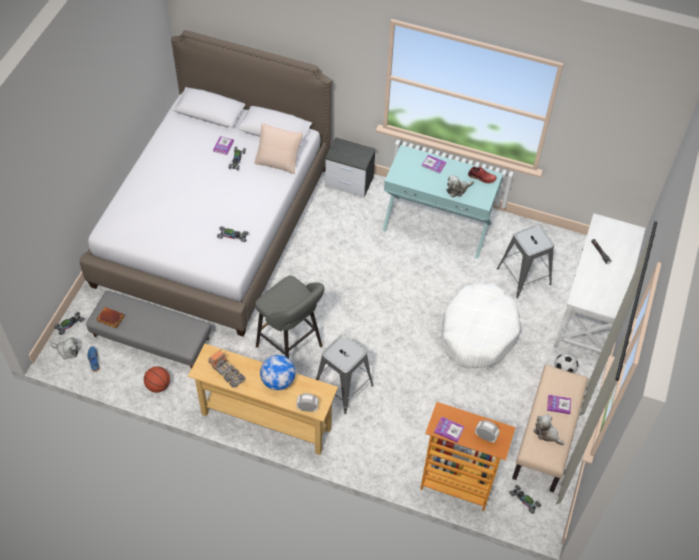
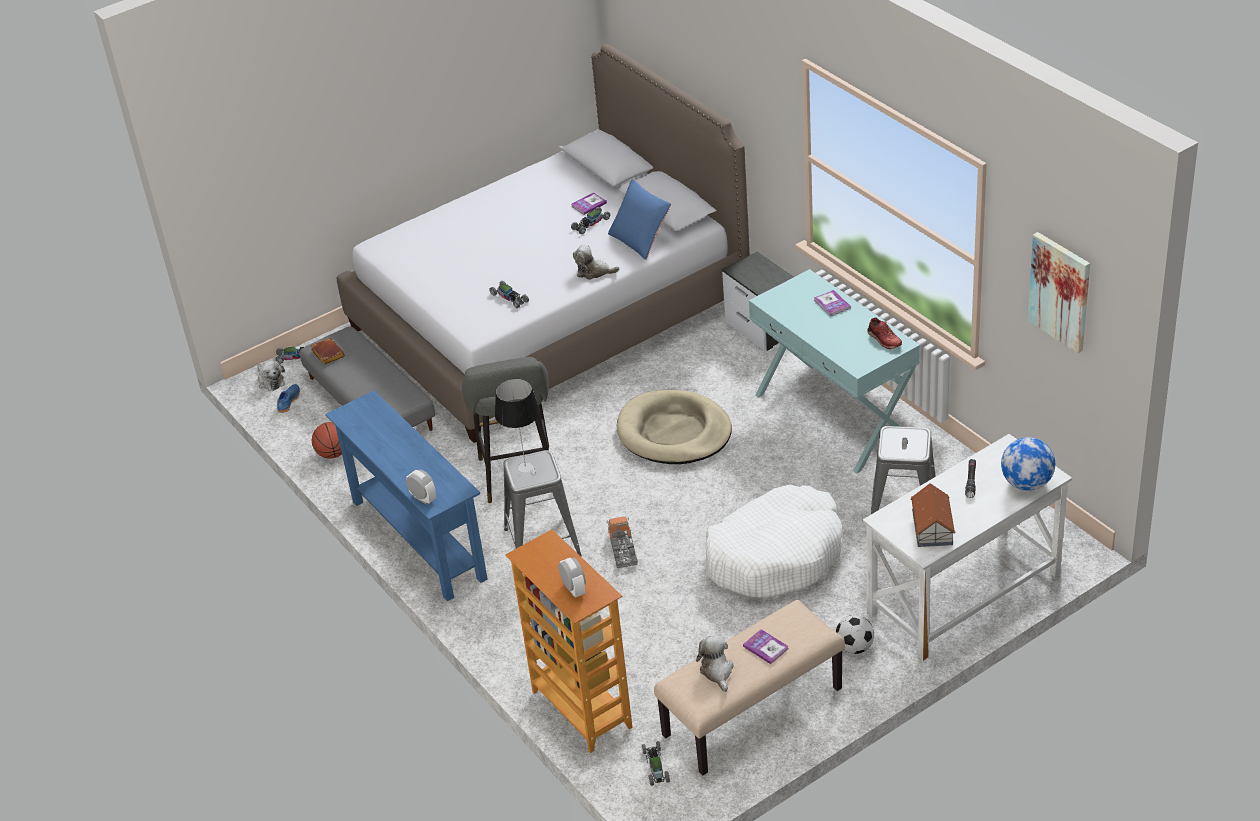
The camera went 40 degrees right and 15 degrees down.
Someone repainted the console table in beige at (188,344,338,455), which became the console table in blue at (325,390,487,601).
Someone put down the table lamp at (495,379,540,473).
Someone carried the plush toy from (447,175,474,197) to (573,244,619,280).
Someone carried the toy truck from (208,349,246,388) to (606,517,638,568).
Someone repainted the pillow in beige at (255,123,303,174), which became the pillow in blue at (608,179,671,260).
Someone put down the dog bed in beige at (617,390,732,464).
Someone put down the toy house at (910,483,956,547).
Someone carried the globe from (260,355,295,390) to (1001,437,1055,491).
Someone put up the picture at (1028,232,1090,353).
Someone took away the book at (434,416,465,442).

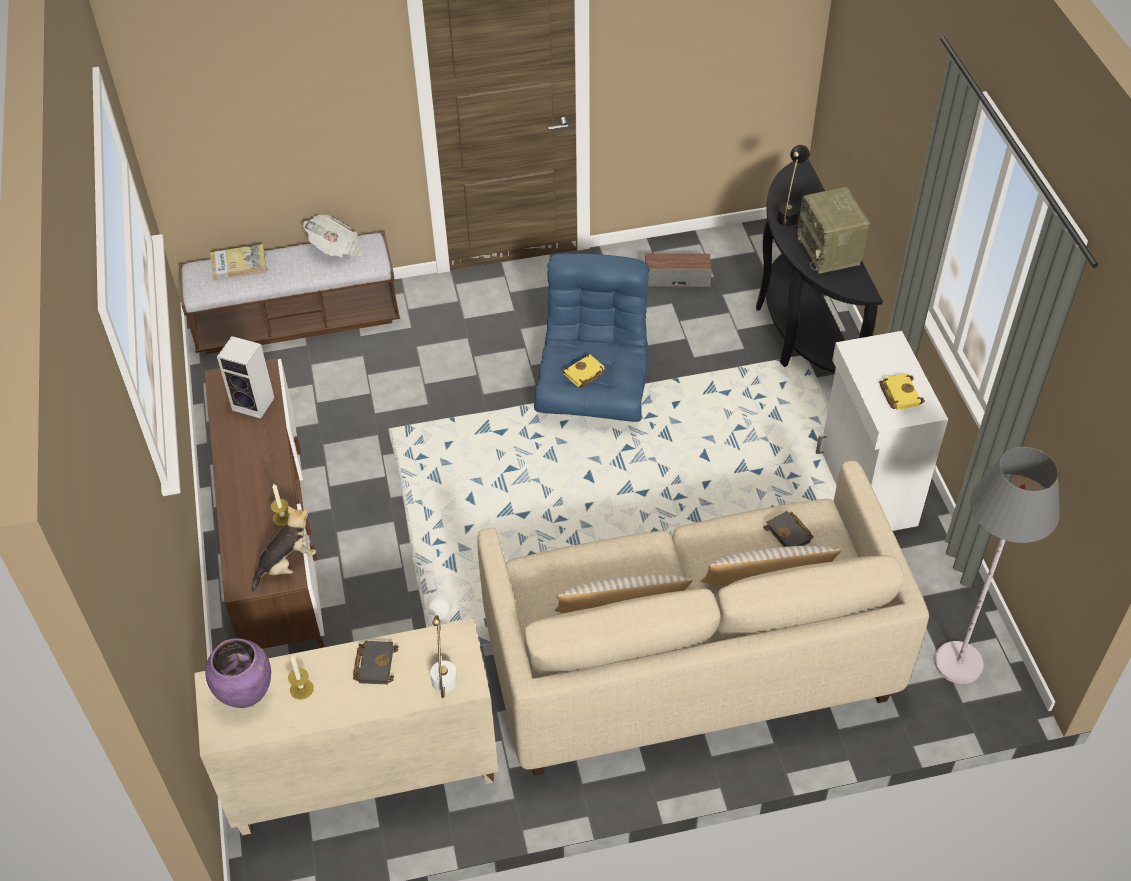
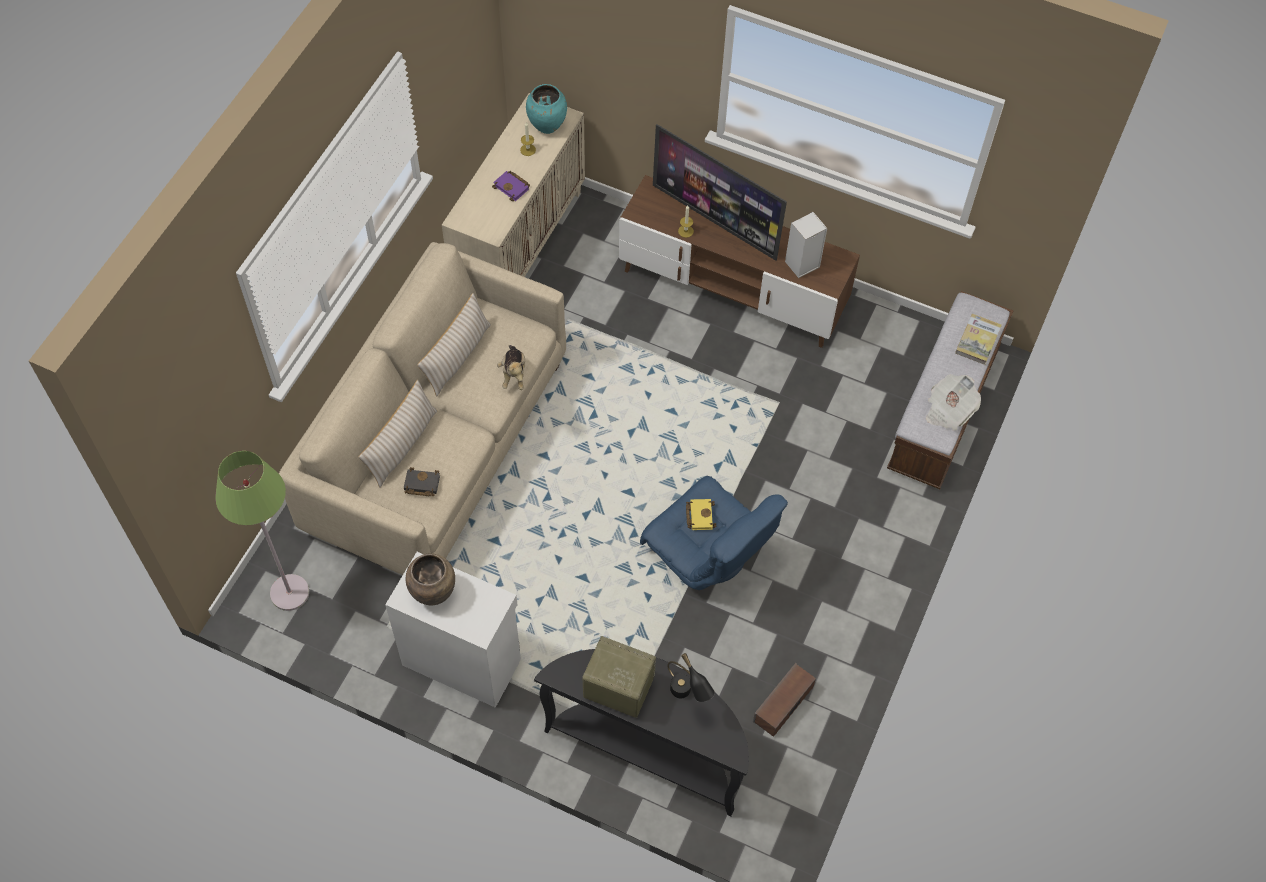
The camera went 125 degrees right and 10 degrees up.
Someone repainted the floor lamp in grey at (934,447,1060,684), which became the floor lamp in green at (215,451,309,611).
Someone swapped the book in yellow at (879,373,925,410) for the vase in brown at (406,553,455,605).
Someone repainted the book in black at (353,641,399,684), which became the book in purple at (492,171,530,201).
Someone carried the plush toy from (251,506,316,592) to (497,345,525,390).
Someone repainted the vase in purple at (205,638,271,708), which became the vase in turquoise at (526,84,567,134).
Someone put down the television at (653,124,787,261).
Someone took away the table lamp in white at (427,590,458,698).

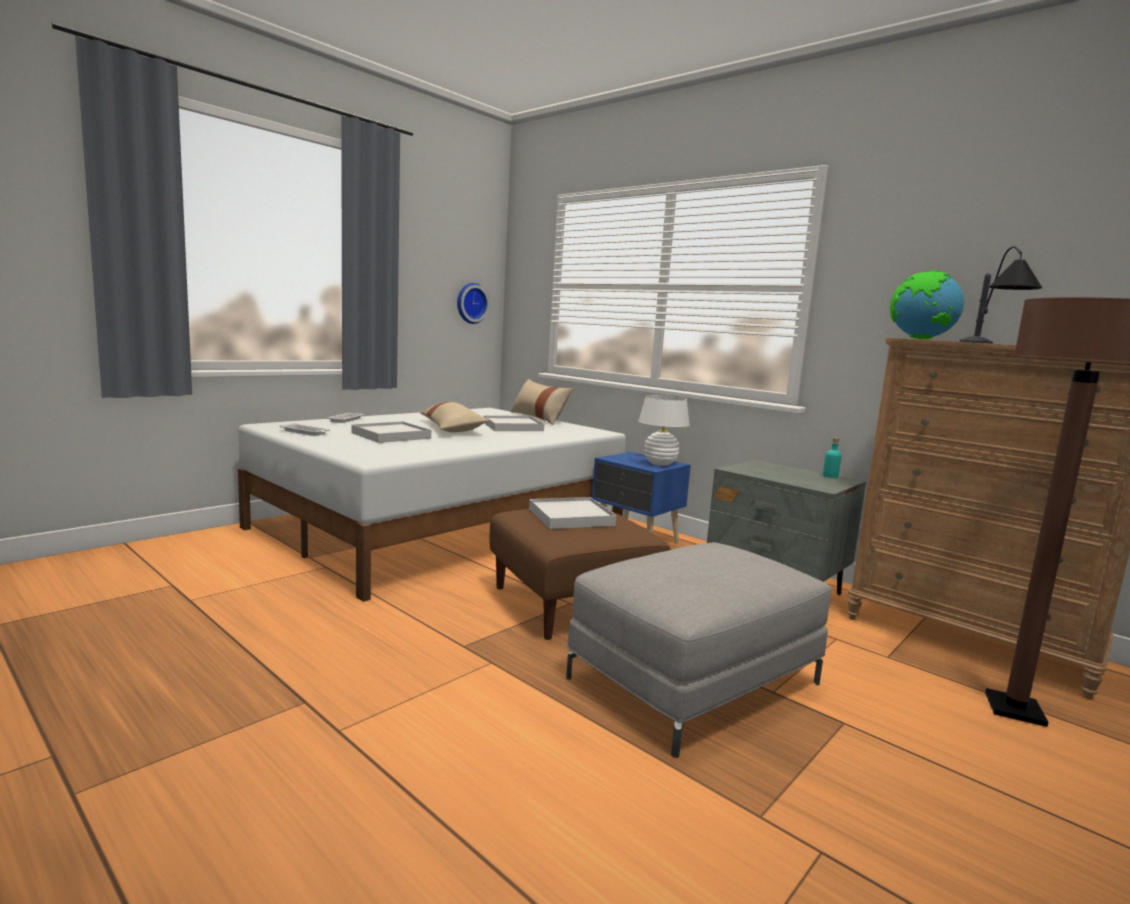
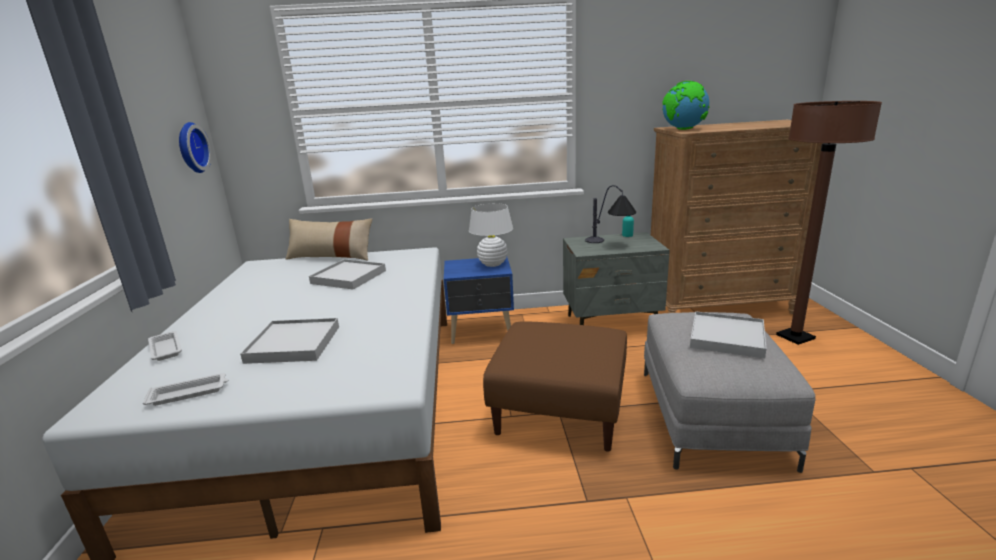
The camera went 45 degrees left and 10 degrees up.
Someone carried the table lamp from (959,246,1042,343) to (585,185,636,243).
Someone carried the tray in white from (529,497,616,529) to (690,311,767,358).
Someone took away the pillow in beige at (420,402,489,433).

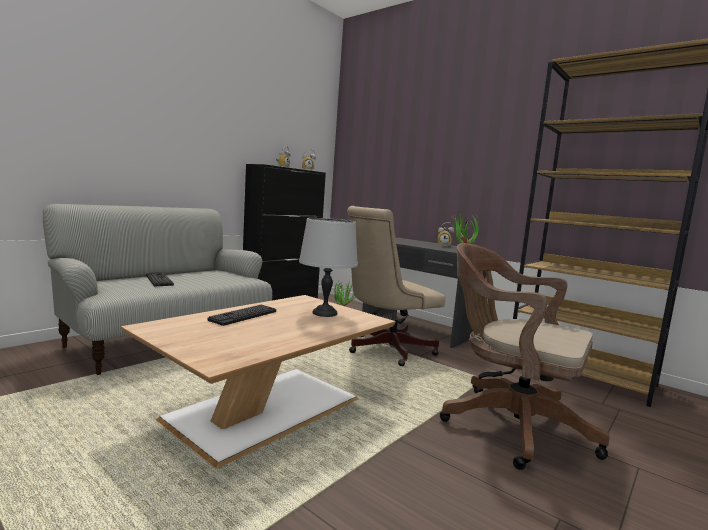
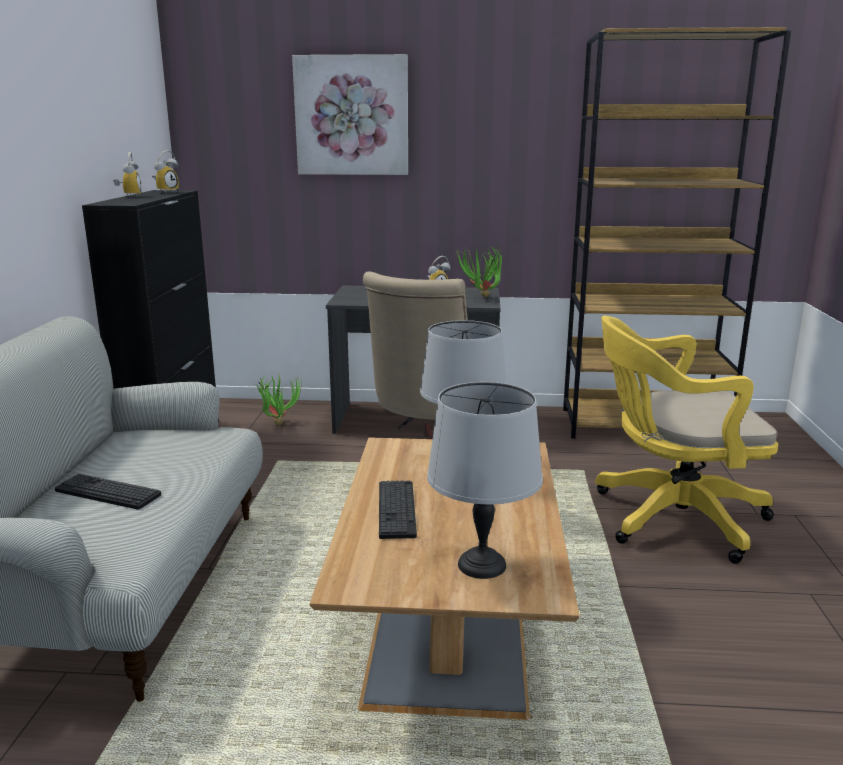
The camera went 35 degrees left and 10 degrees up.
Someone put up the picture at (292,54,408,175).
Someone put down the table lamp in grey at (427,382,543,579).
Someone repainted the office chair in brown at (440,243,609,470), which became the office chair in yellow at (595,316,778,564).

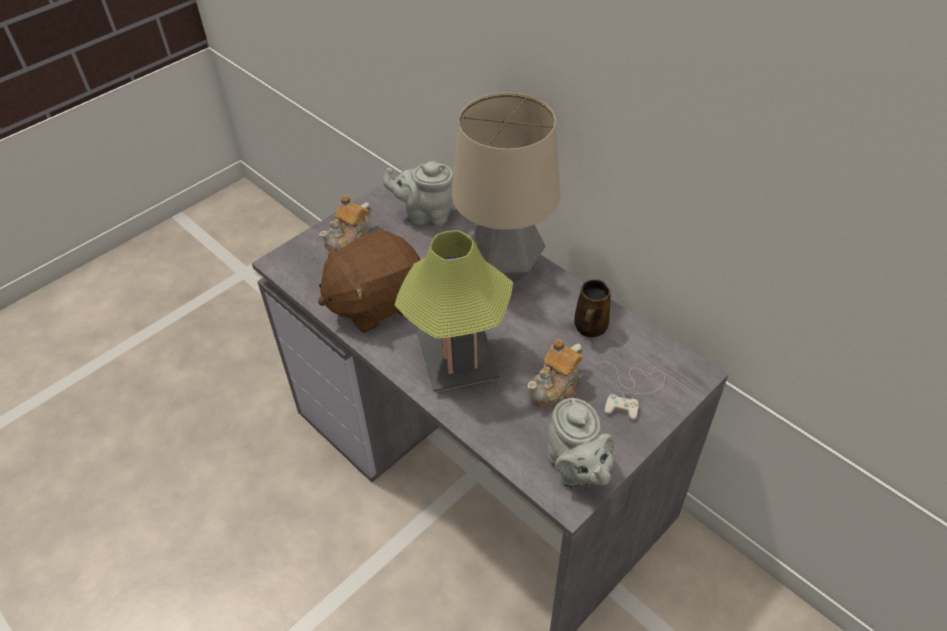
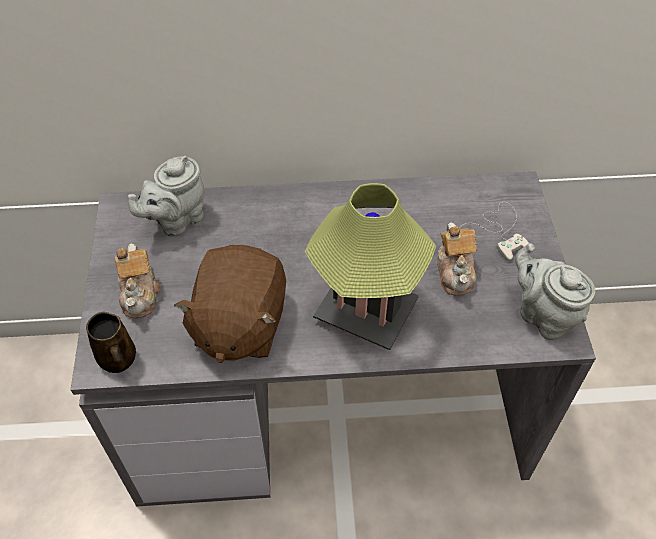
The camera went 50 degrees left and 5 degrees up.
Someone carried the mug in brown from (574,280,611,337) to (86,312,136,373).
Someone rotated the teapot in grey at (548,398,614,488) by 150 degrees counterclockwise.
Someone took away the table lamp at (452,93,560,282).

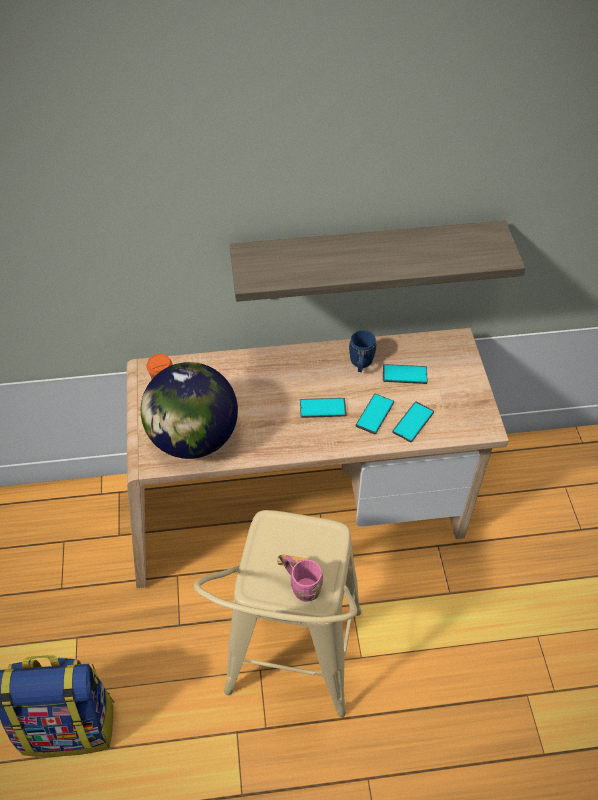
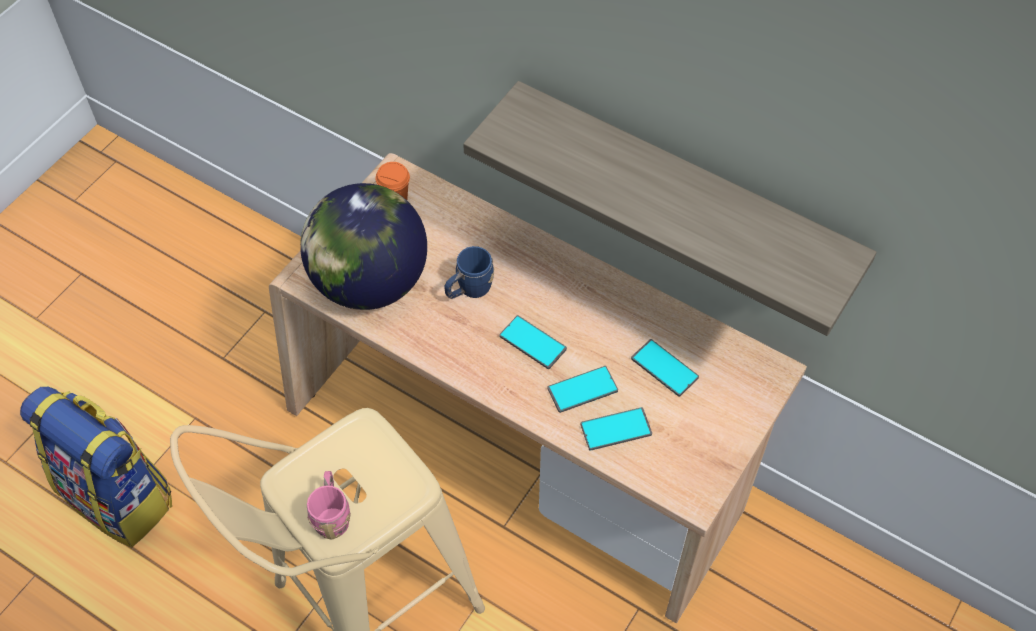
The camera went 40 degrees right and 5 degrees up.
Someone carried the mug in blue from (349,330,377,372) to (445,246,494,299).

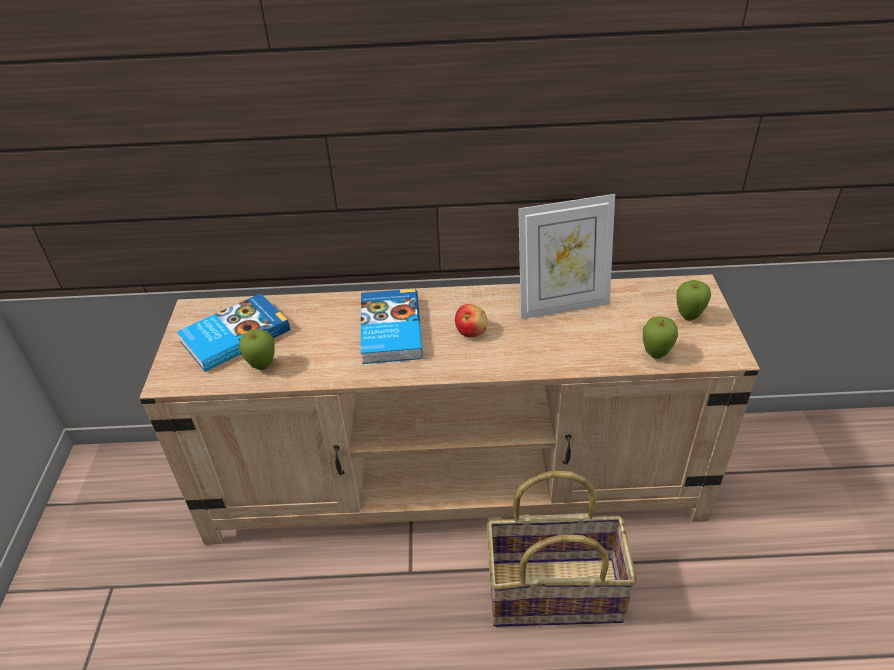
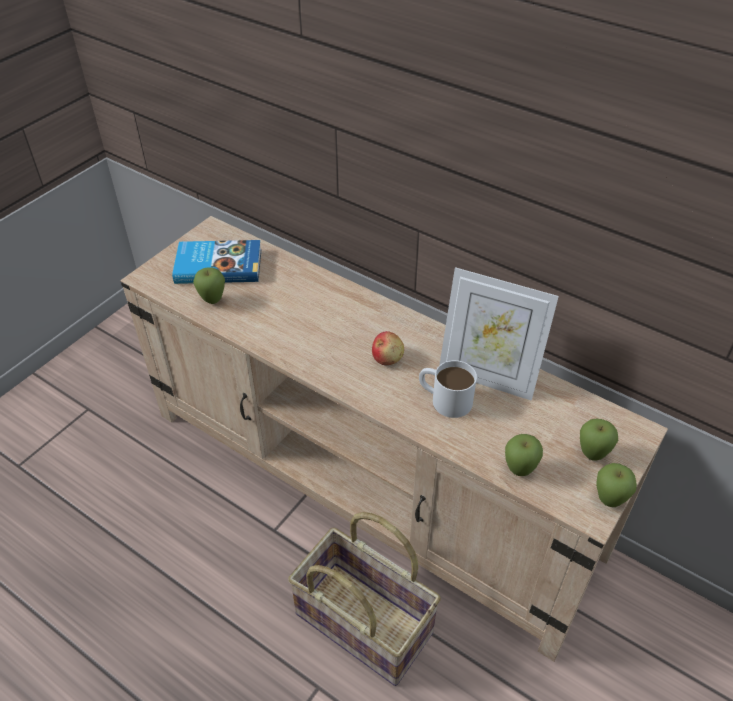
The camera went 35 degrees right and 5 degrees up.
Someone put down the mug in white at (419,360,477,418).
Someone put down the apple at (596,463,637,507).
Someone took away the book at (361,289,423,364).

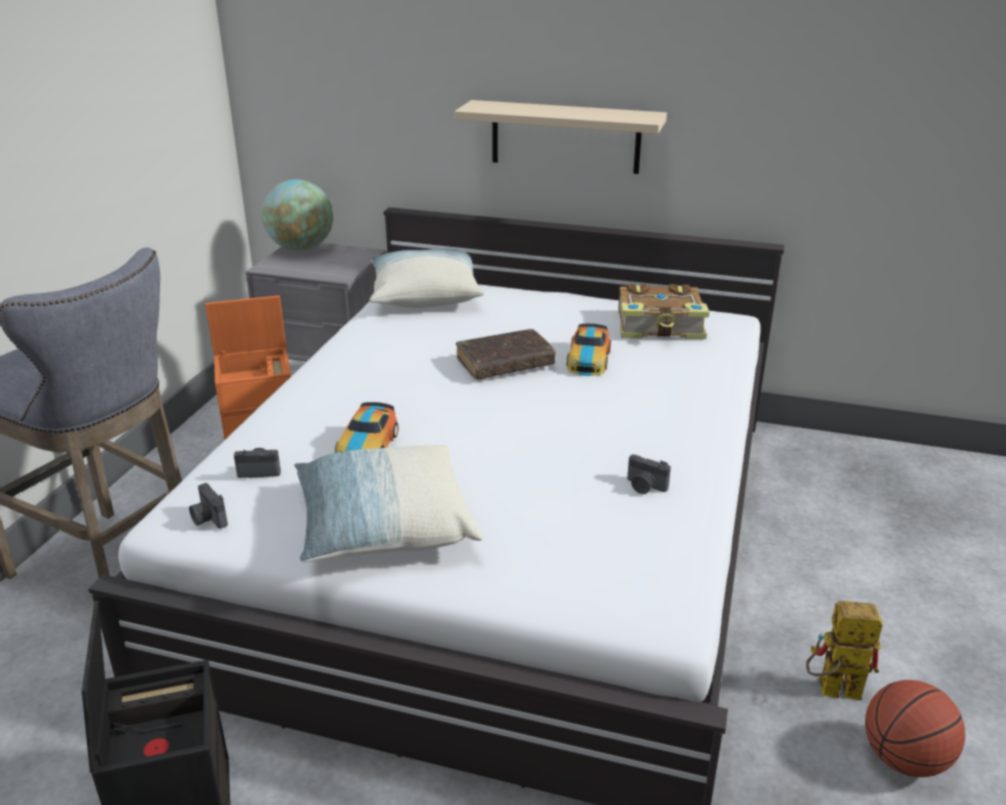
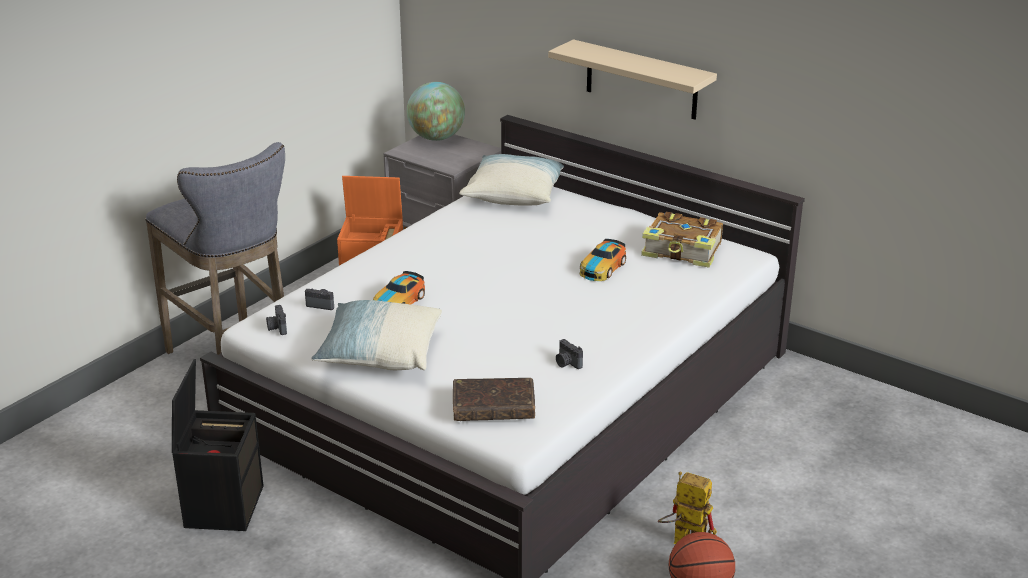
The camera went 20 degrees right and 0 degrees up.
Someone carried the book in brown from (456,329,556,379) to (453,378,535,421).

